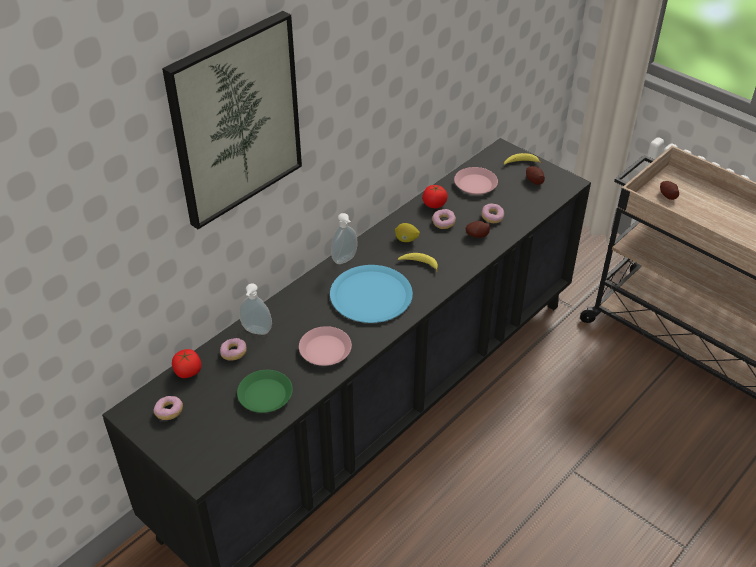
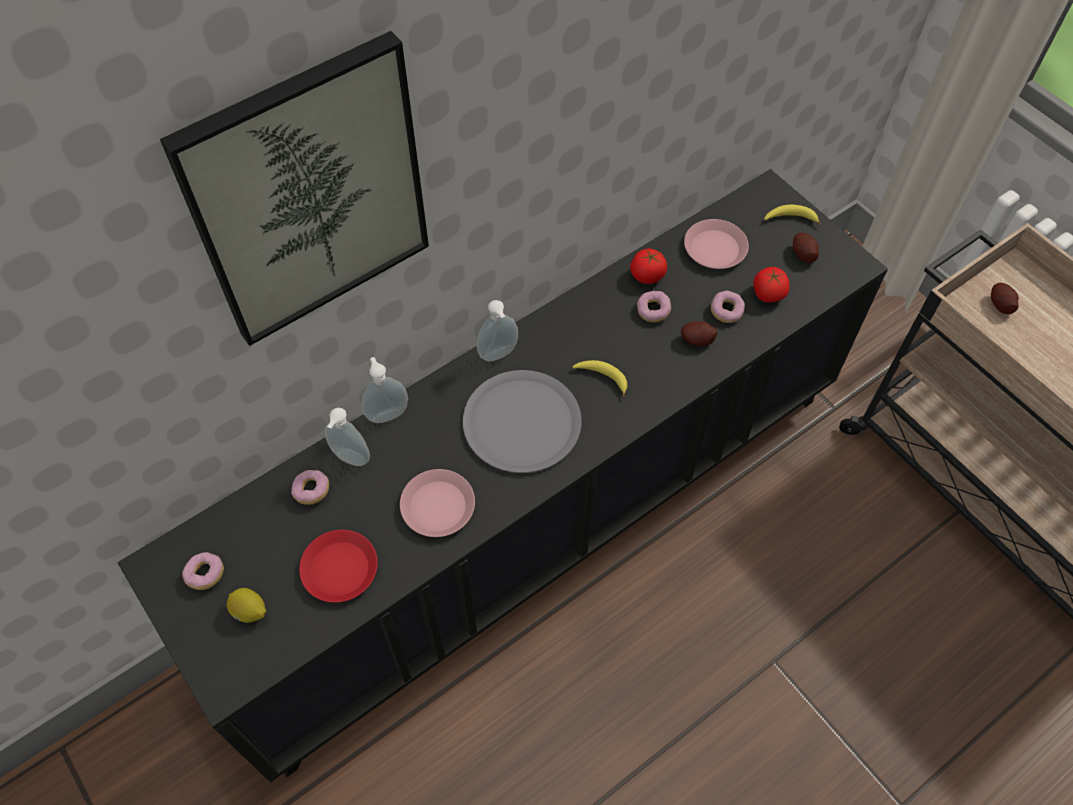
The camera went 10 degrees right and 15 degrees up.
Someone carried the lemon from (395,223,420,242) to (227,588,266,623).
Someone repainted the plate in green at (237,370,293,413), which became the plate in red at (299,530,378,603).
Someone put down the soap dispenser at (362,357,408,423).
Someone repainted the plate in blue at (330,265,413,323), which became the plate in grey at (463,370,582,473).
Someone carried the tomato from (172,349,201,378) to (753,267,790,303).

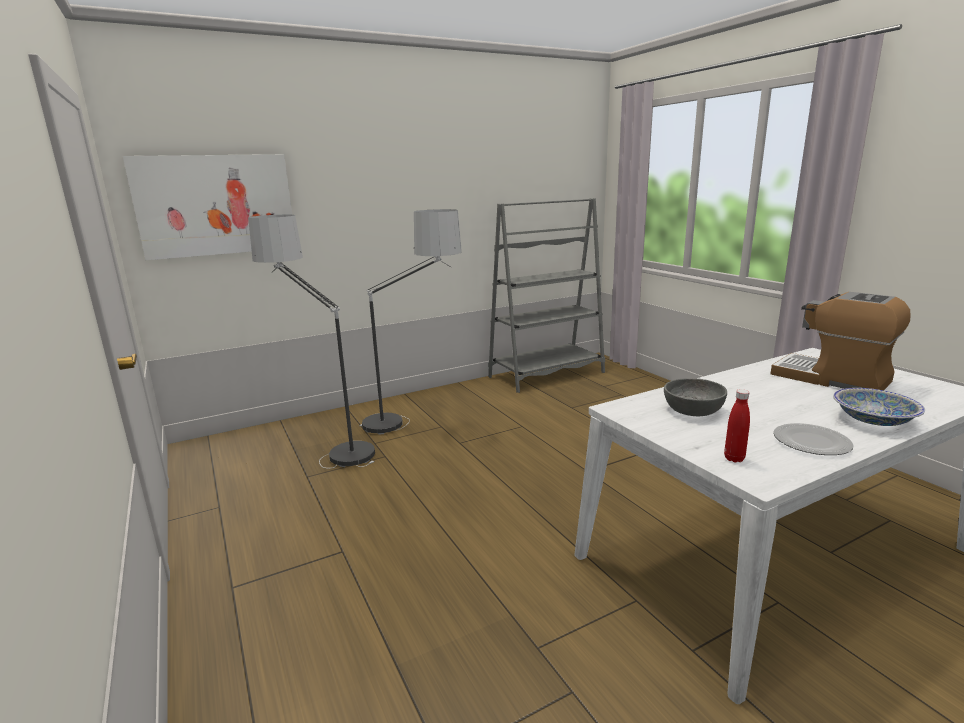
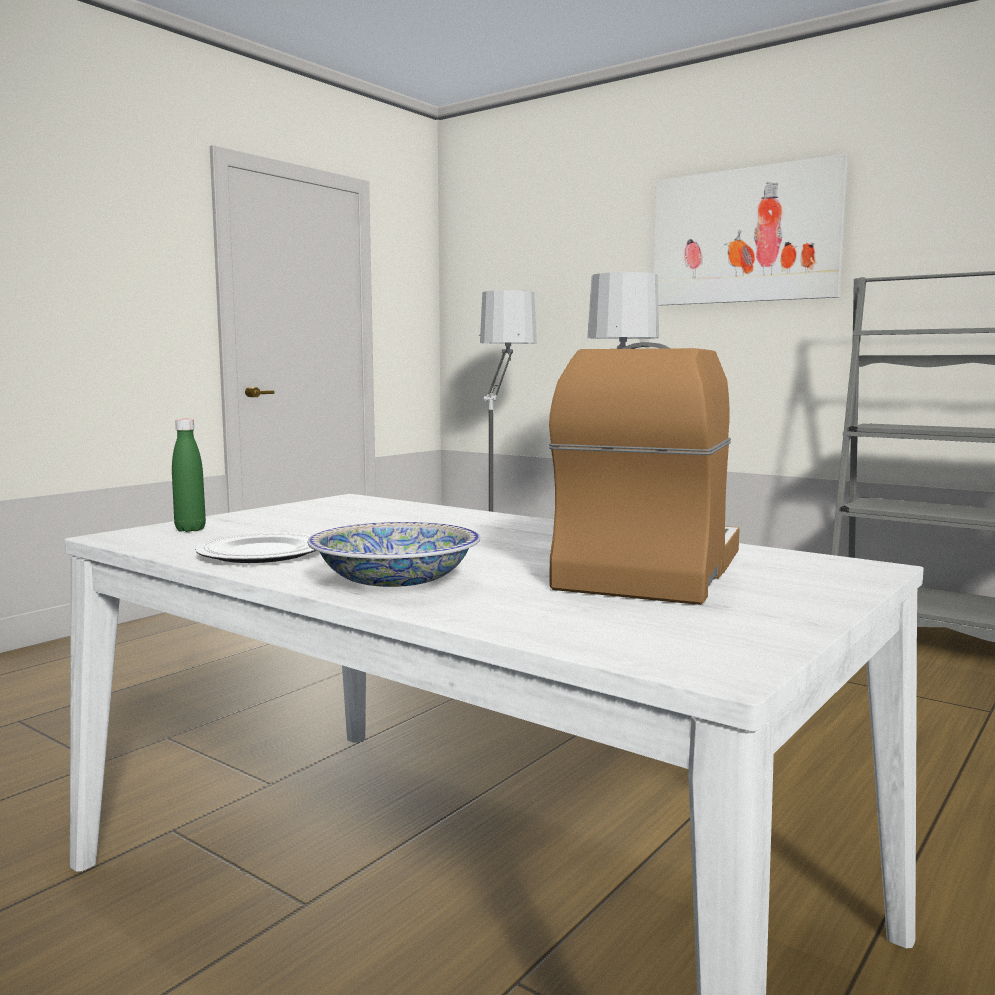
The camera went 65 degrees right and 10 degrees down.
Someone repainted the bottle in red at (724,389,750,462), which became the bottle in green at (172,419,206,532).
Someone carried the picture from (123,154,292,260) to (654,154,848,306).
Someone took away the bowl in grey at (664,378,727,416).

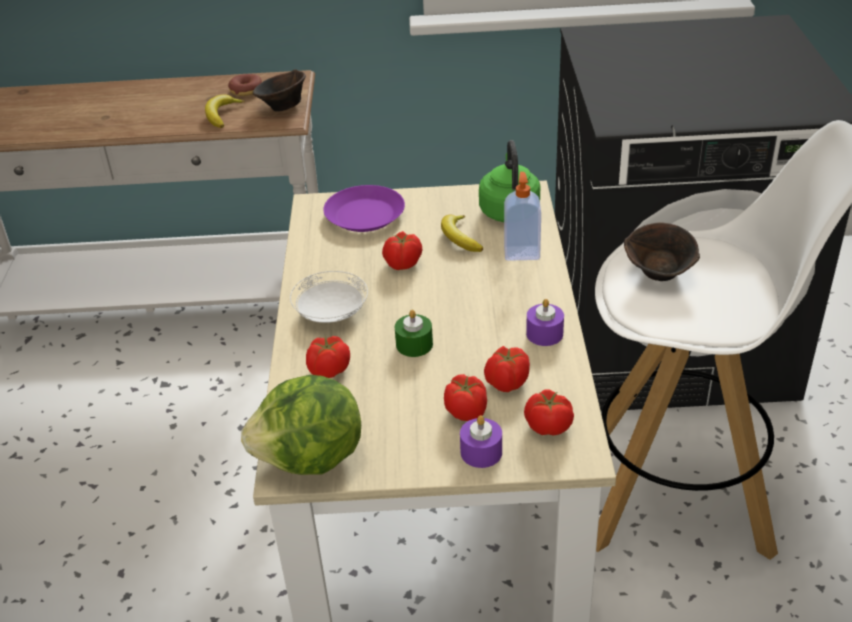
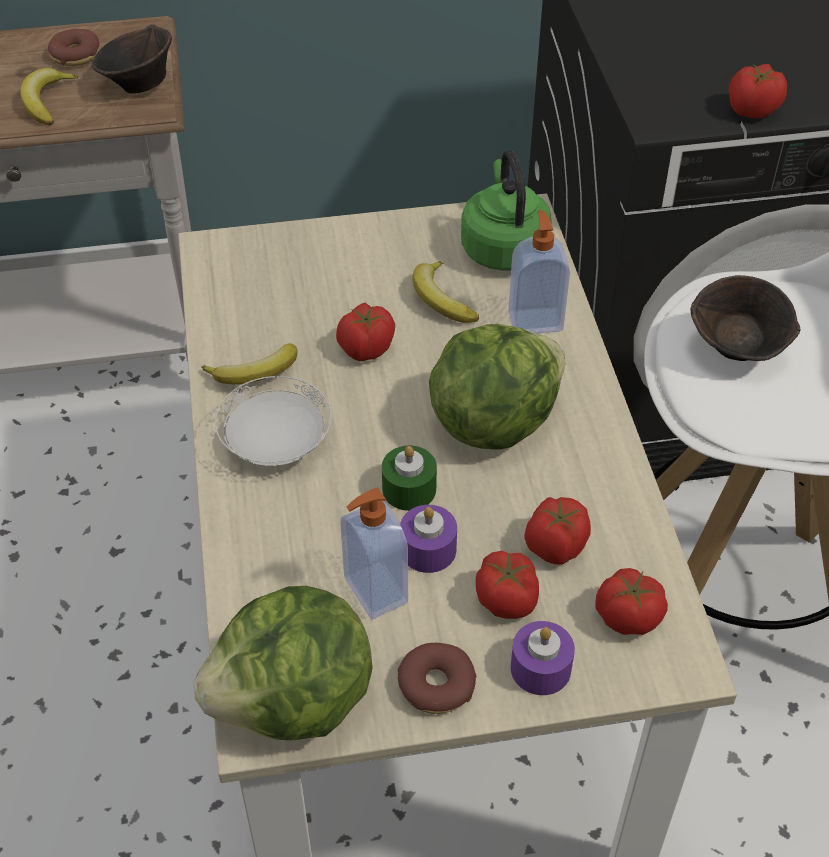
The camera went 10 degrees left and 10 degrees up.
Someone put down the banana at (201,343,298,384).
Someone put down the soap dispenser at (340,488,408,620).
Someone put down the donut at (398,643,476,714).
Someone carried the candle in purple from (526,299,564,346) to (400,505,457,573).
Someone put down the lettuce at (429,324,565,450).
Someone carried the tomato from (306,336,350,378) to (728,64,787,118).
Someone took away the plate in purple at (323,185,405,232).

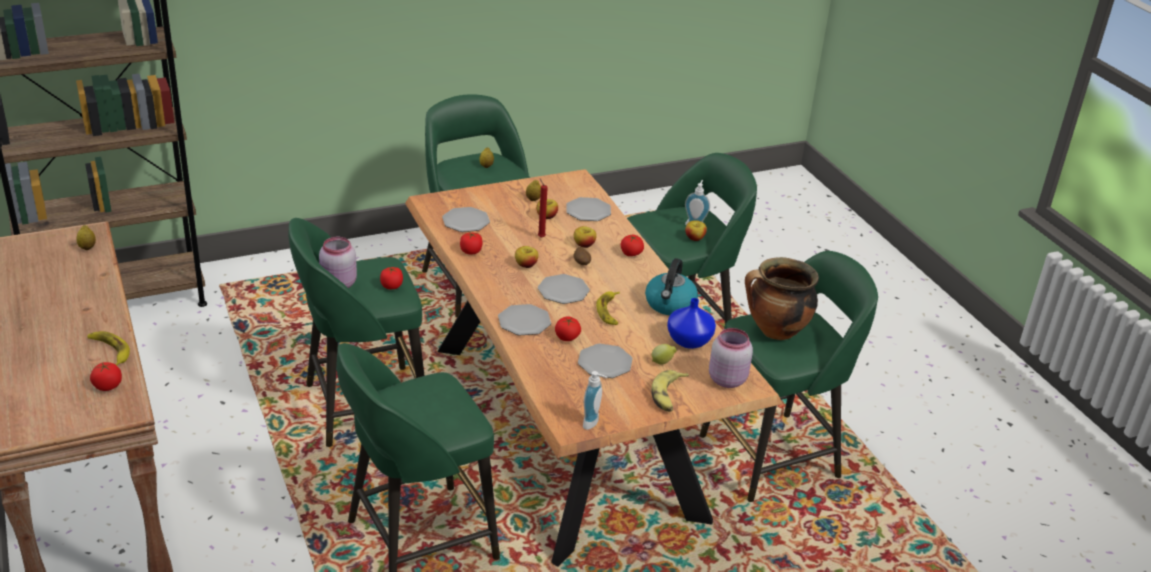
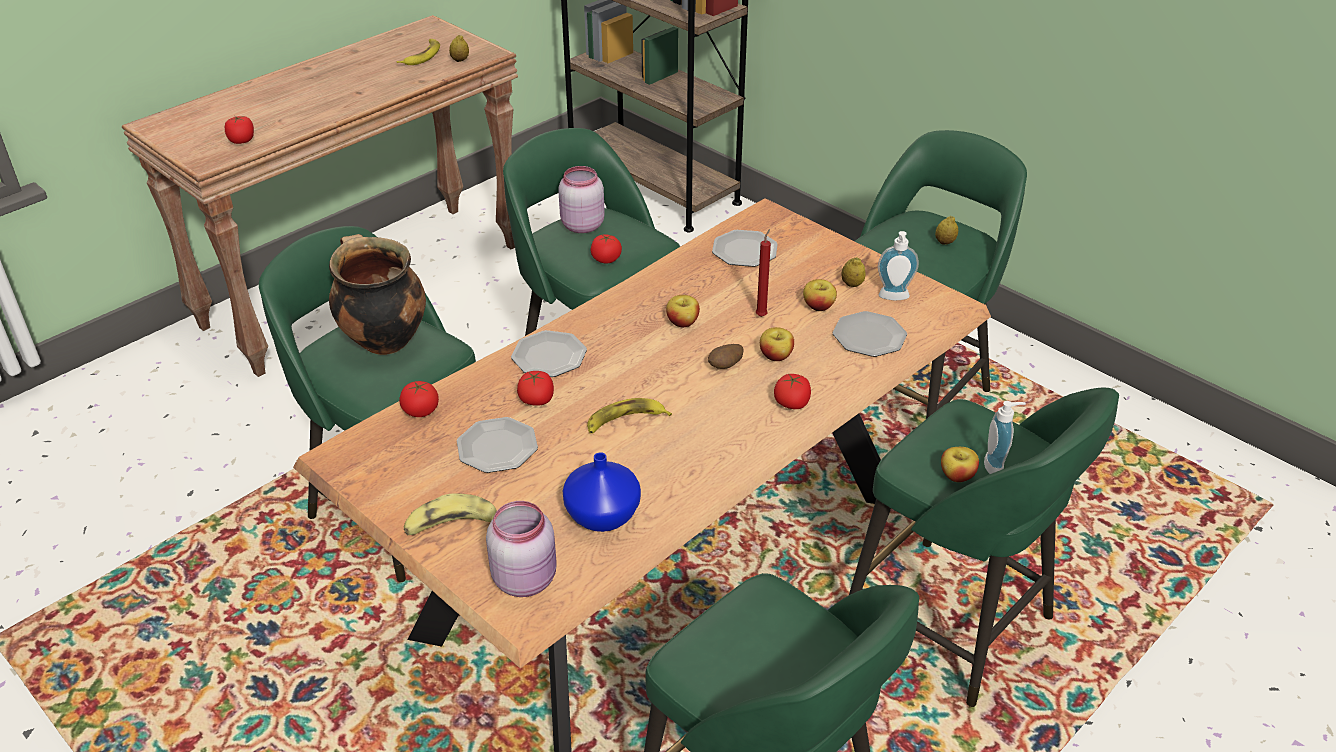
The camera went 70 degrees right and 5 degrees up.
Someone carried the cooking pot from (745,257,819,340) to (329,234,426,355).
Someone carried the banana from (87,331,130,366) to (397,39,440,65).
Someone carried the tomato from (460,233,483,254) to (399,381,439,417).
Someone carried the soap dispenser from (583,371,607,430) to (878,231,919,301).
Someone took away the plate at (538,274,590,304).
Someone took away the kettle at (645,258,698,315).
Someone took away the lemon at (652,344,677,365).

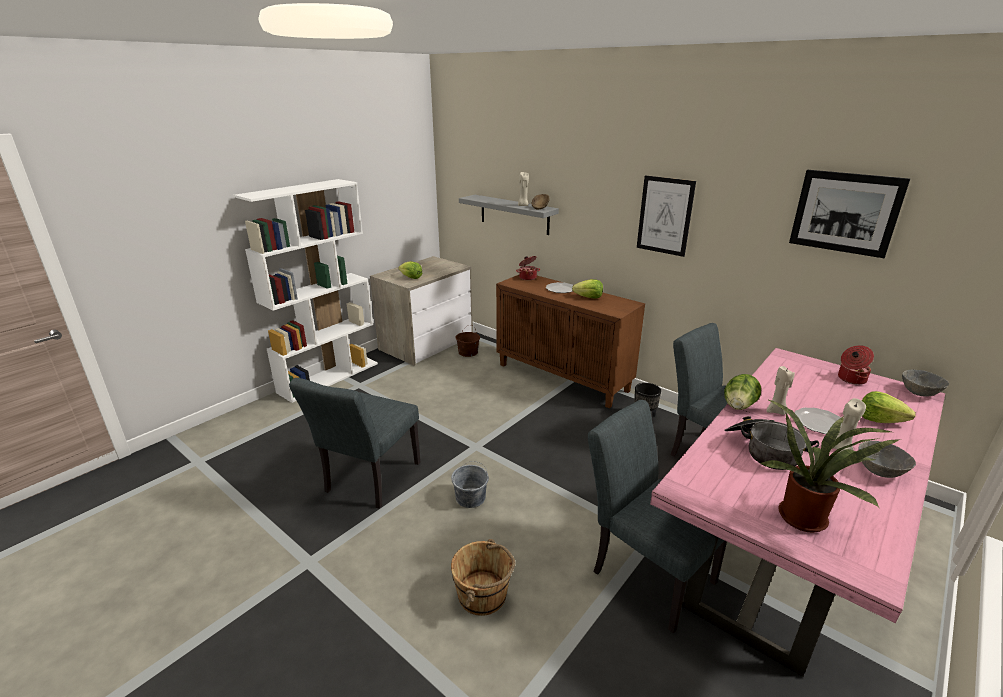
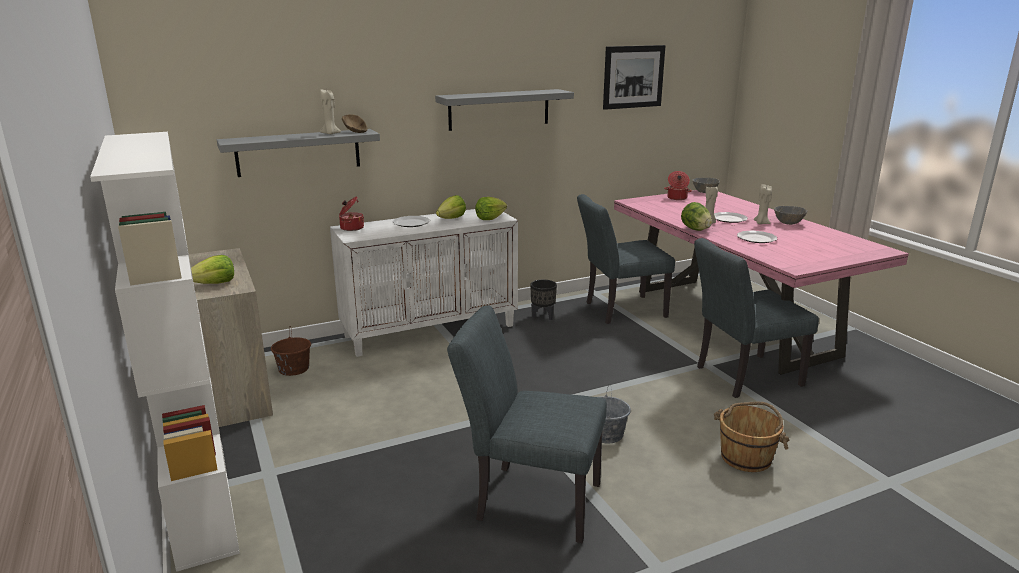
The camera went 65 degrees left and 5 degrees down.
Someone repainted the cabinet in brown at (496,275,645,408), which became the cabinet in white at (330,209,518,357).
Someone swapped the picture at (637,176,696,257) for the shelf in grey at (435,89,574,131).
Someone rotated the chair in grey at (289,378,420,509) by 150 degrees clockwise.
Someone carried the lettuce from (862,391,916,423) to (475,197,507,220).
Someone swapped the cooking pot at (724,416,819,470) for the plate at (737,231,777,243).
Someone took away the potted plant at (760,400,899,533).

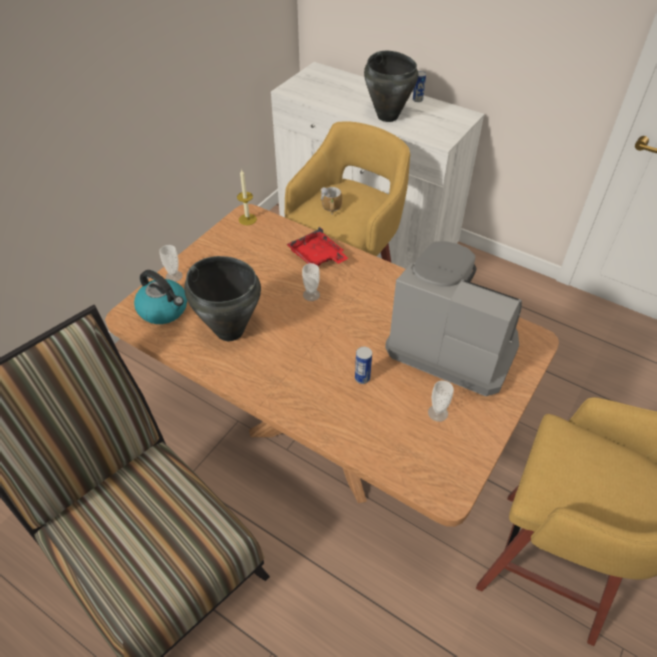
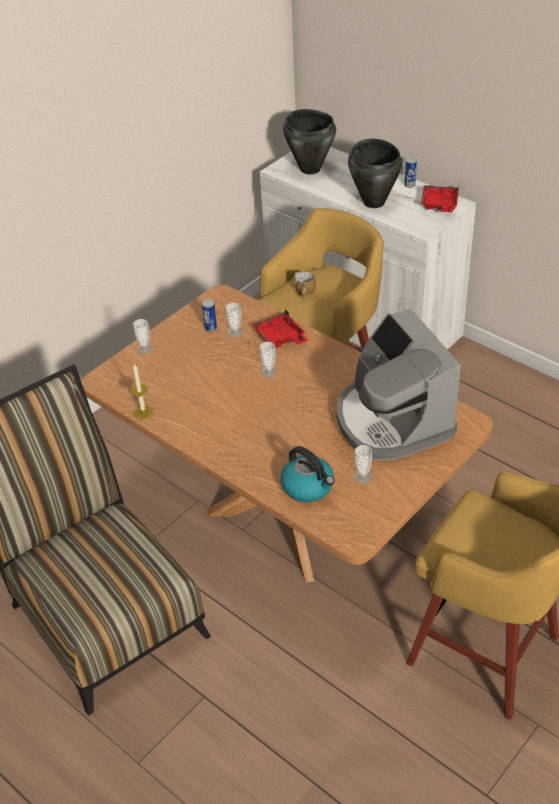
The camera went 10 degrees right and 5 degrees down.
Someone carried the candle from (237,170,257,225) to (131,364,153,420).
Someone carried the can from (355,347,372,384) to (202,299,217,332).
Someone put down the cup at (226,303,243,337).
Someone carried the kettle from (134,270,187,324) to (280,446,334,502).
Someone carried the cooking pot in black from (184,256,261,341) to (283,109,336,174).
Someone rotated the coffee machine at (385,241,522,396) by 150 degrees counterclockwise.
Someone put down the tray in red at (421,185,459,212).

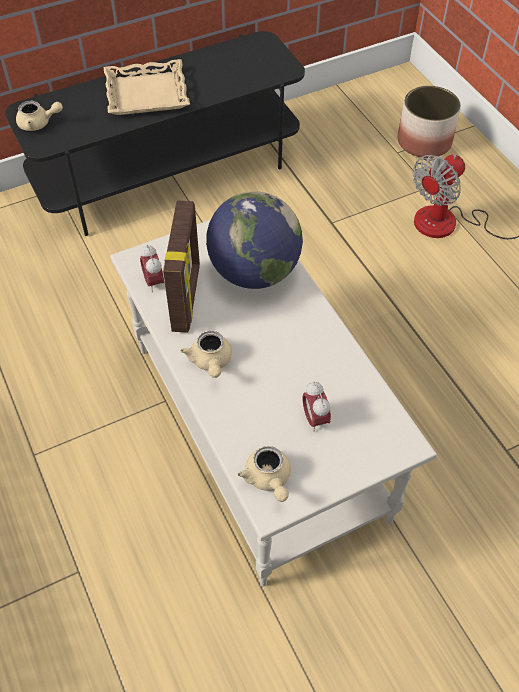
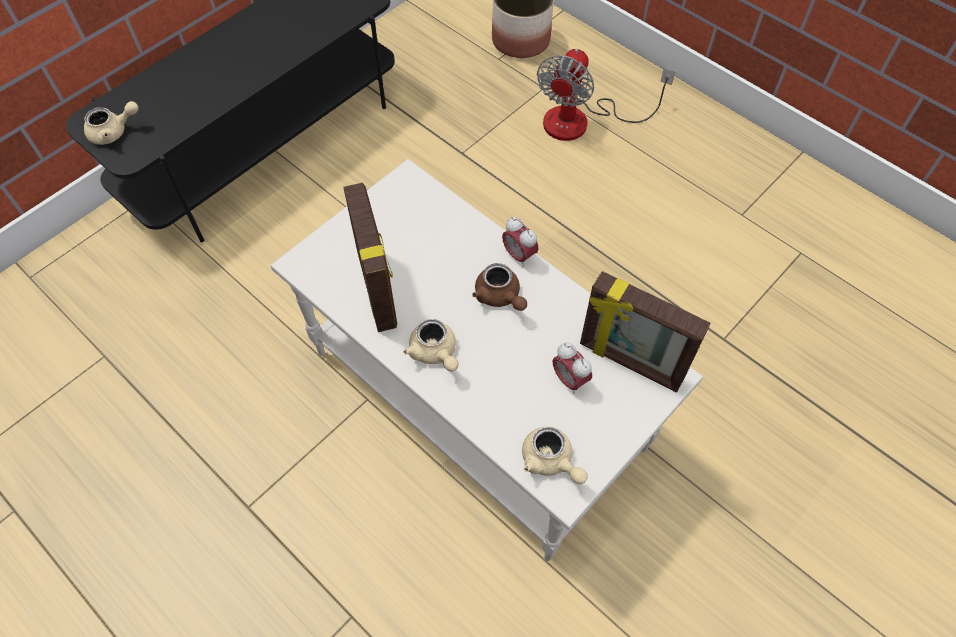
The camera went 20 degrees left and 5 degrees up.
Someone put down the teapot in brown at (472,263,527,311).
Someone carried the alarm clock from (140,245,164,292) to (502,217,539,267).
Someone put down the picture frame at (580,271,711,393).
Someone took away the tray in beige at (104,59,190,115).
Someone took away the globe at (206,191,303,289).

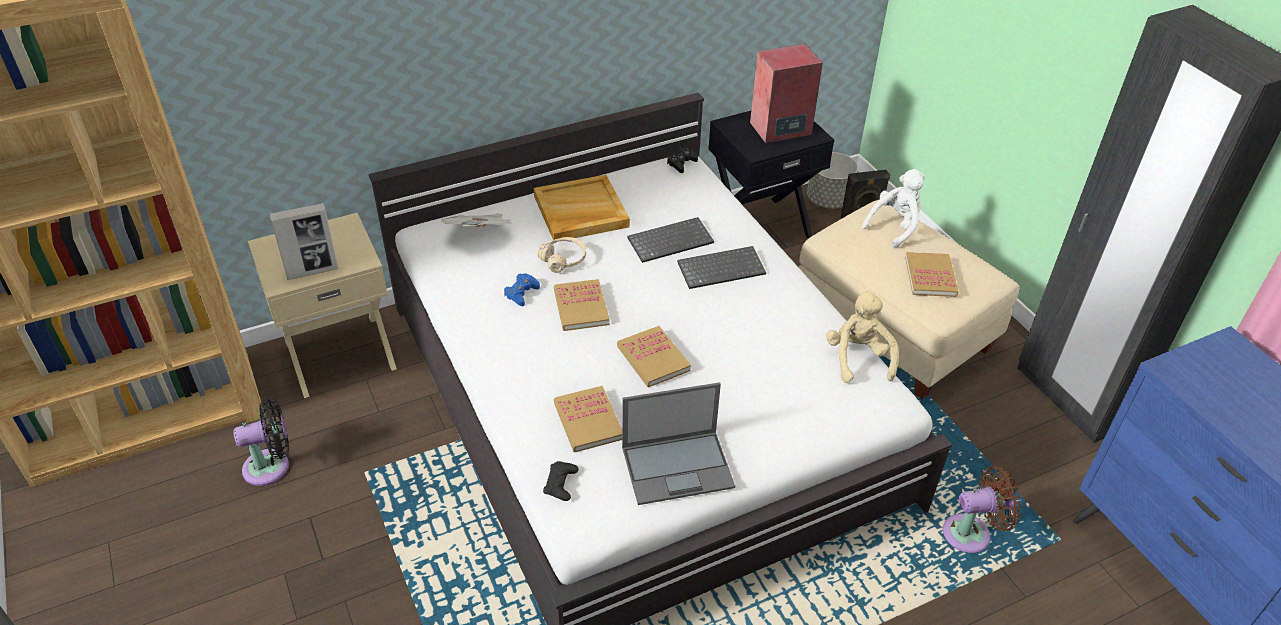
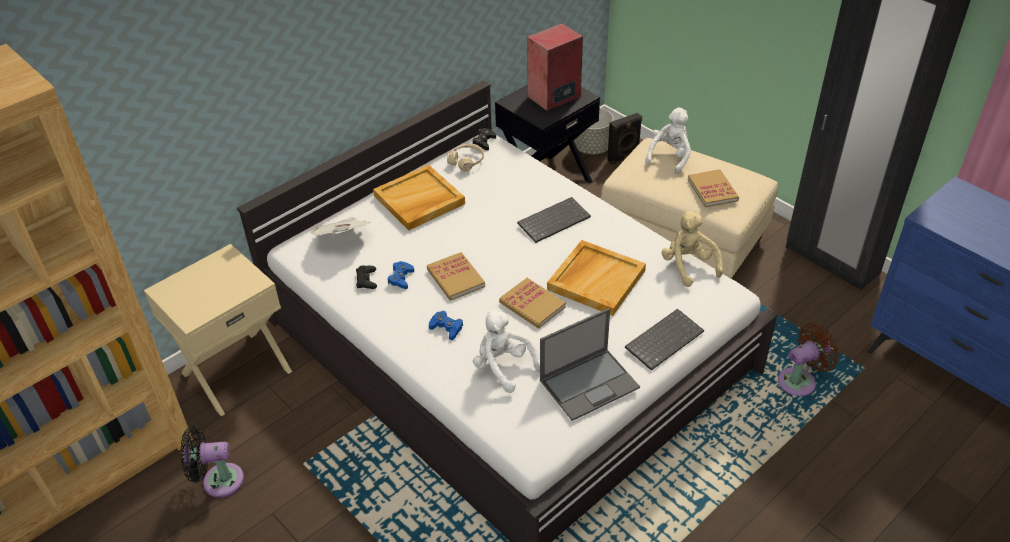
The camera went 15 degrees left and 0 degrees up.
Someone rotated the fan in black at (233,398,289,486) by 150 degrees counterclockwise.
Someone carried the game controller in black from (543,461,579,501) to (356,265,377,289).
Someone put down the game controller in blue at (429,311,463,340).
Someone carried the headphones in beige from (537,237,586,273) to (447,144,484,172).
Someone swapped the book at (554,386,622,452) for the plush toy in white at (473,311,540,393).
Someone put down the tray in beige at (547,240,646,316).
Someone carried the keyboard from (627,217,714,263) to (625,309,704,371).
Someone took away the picture frame at (269,203,339,280).

